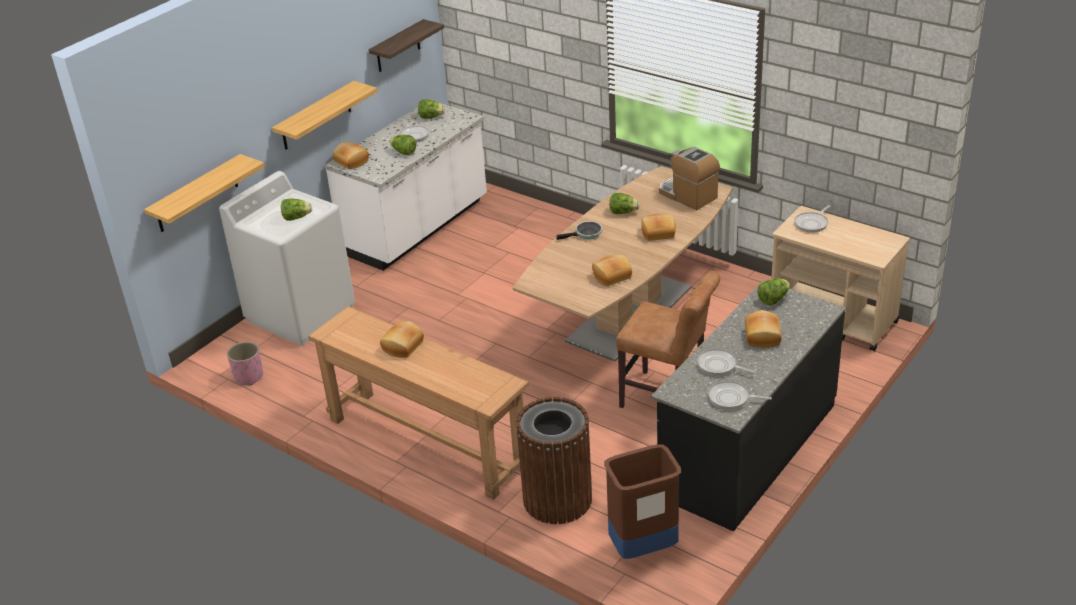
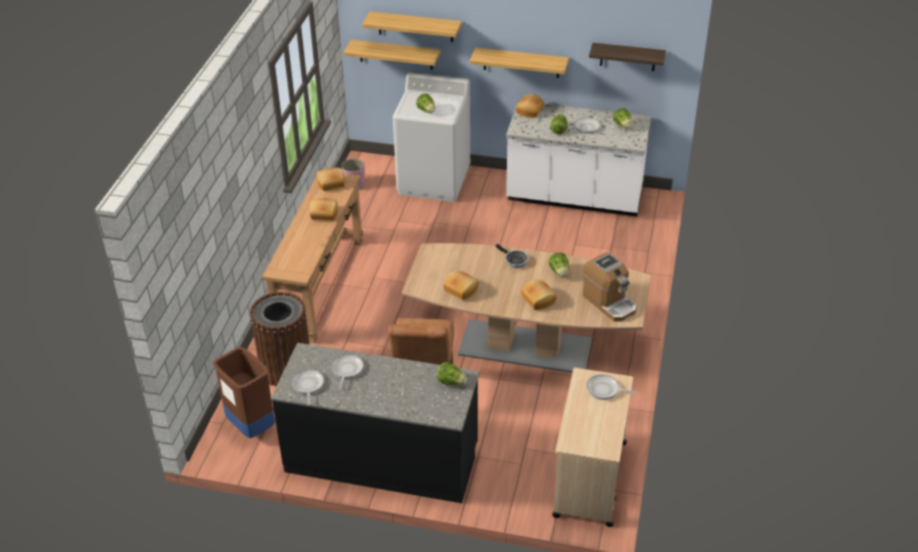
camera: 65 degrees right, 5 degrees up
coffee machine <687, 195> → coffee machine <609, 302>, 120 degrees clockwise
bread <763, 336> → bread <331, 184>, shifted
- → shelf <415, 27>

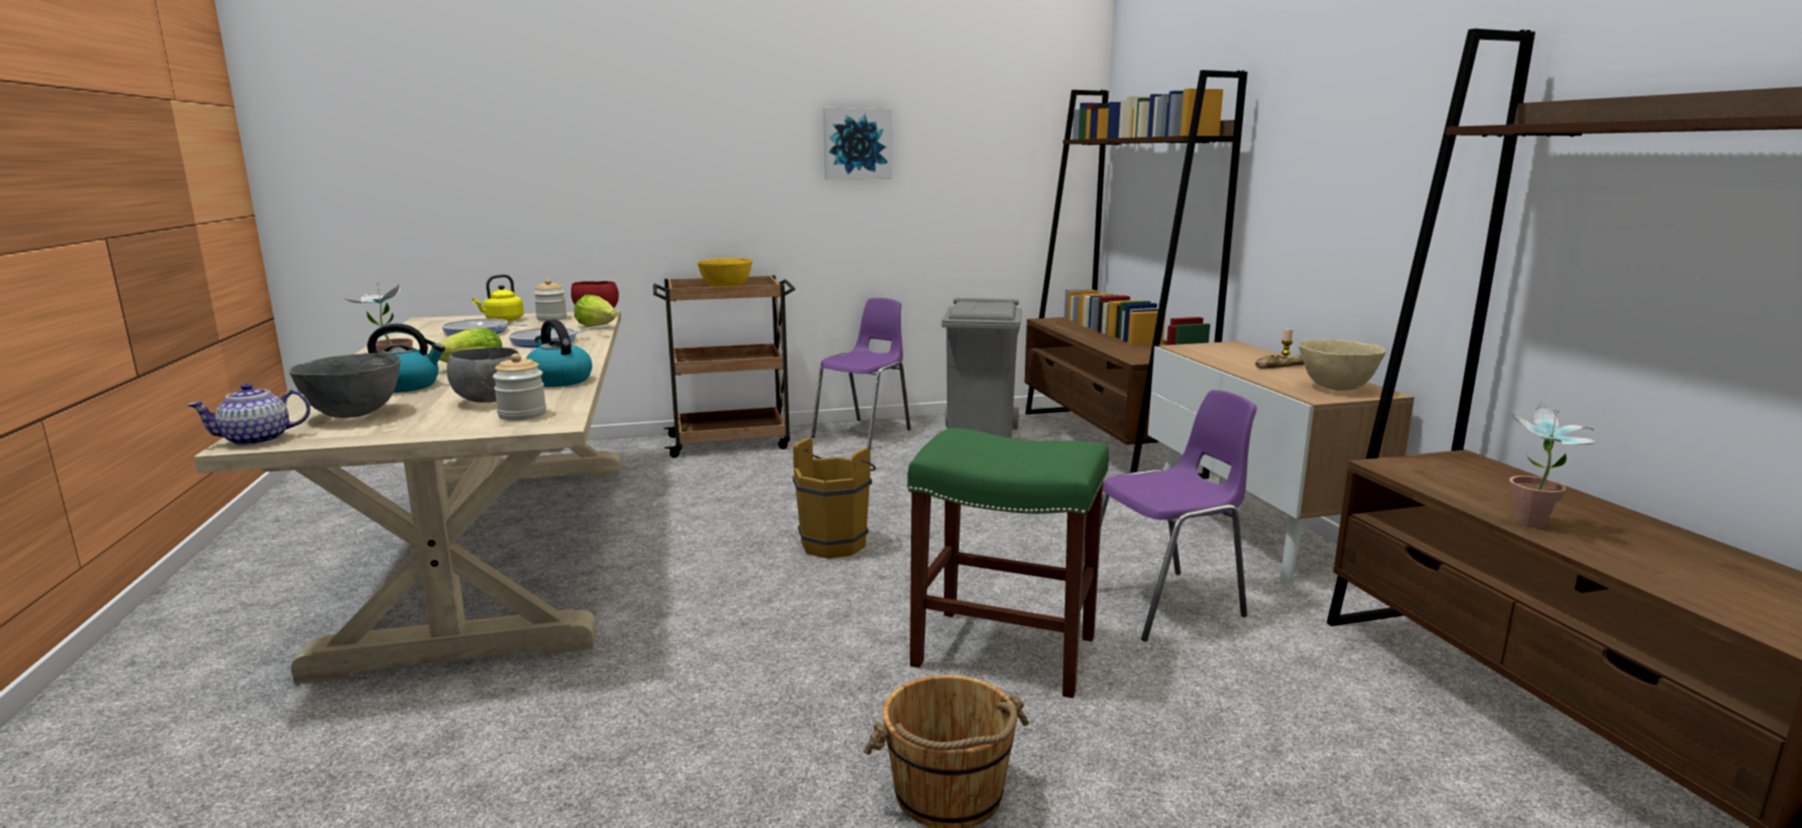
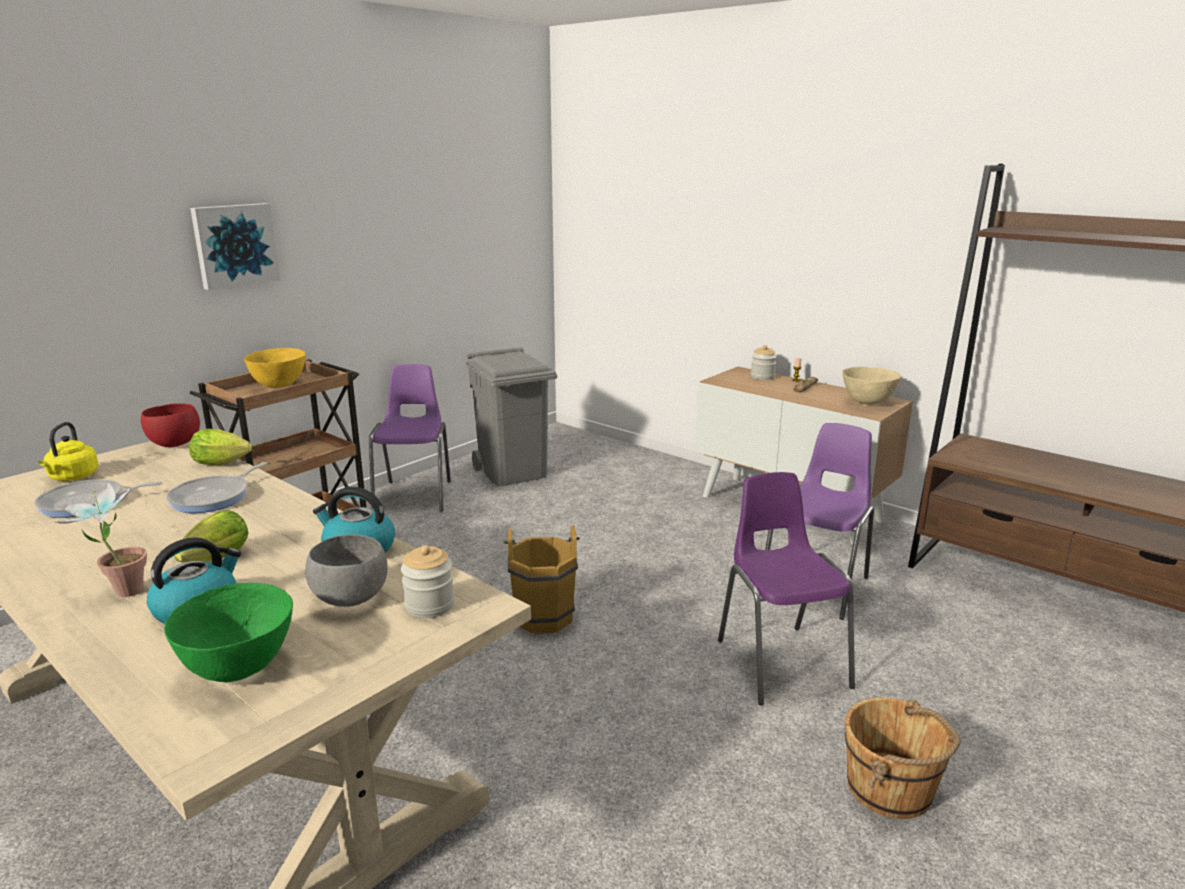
camera: 35 degrees left, 5 degrees up
teapot <257, 440> → -
bowl in grey <353, 414> → bowl in green <238, 669>
jar <551, 318> → jar <762, 377>, shifted
picture <857, 144> → picture <235, 245>, shifted
stool in green <1007, 650> → chair in purple <780, 661>
bookcase in brown <1106, 442> → -
potted plant <1533, 526> → -

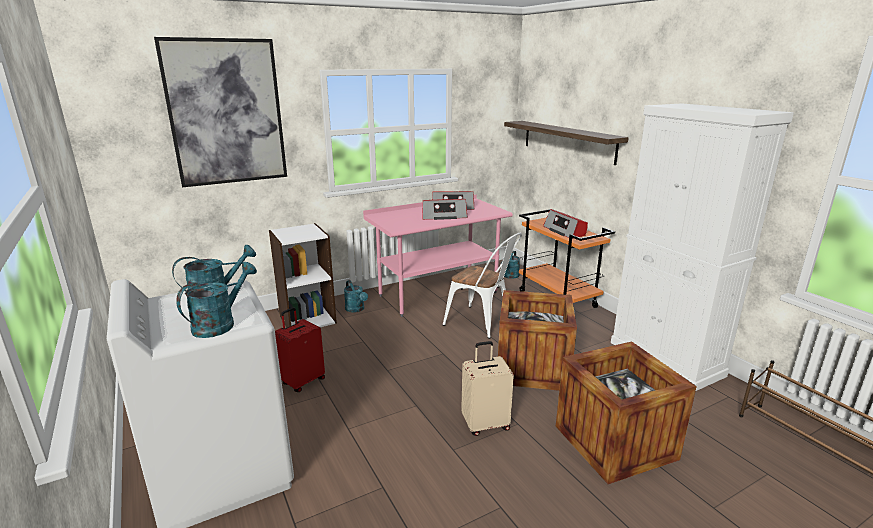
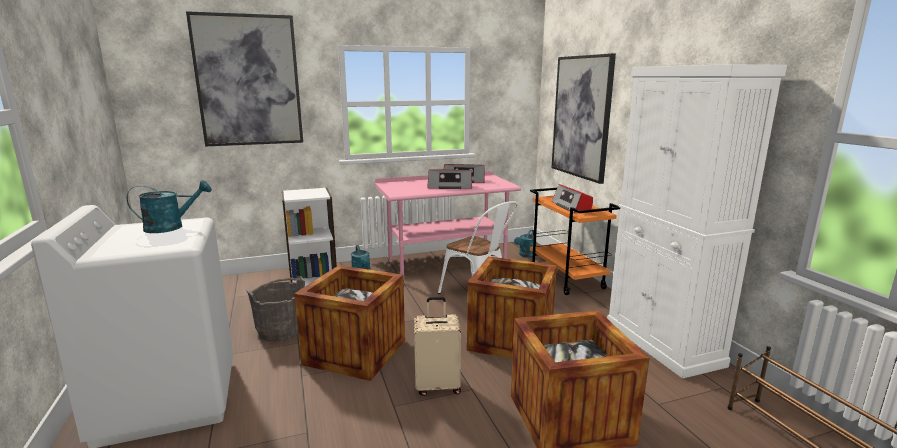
camera: 10 degrees right, 5 degrees down
watering can in turquoise <220, 324> → -
suitcase in red <302, 381> → bucket in grey <281, 330>
shelf <568, 141> → picture <581, 117>
- → crate <355, 352>

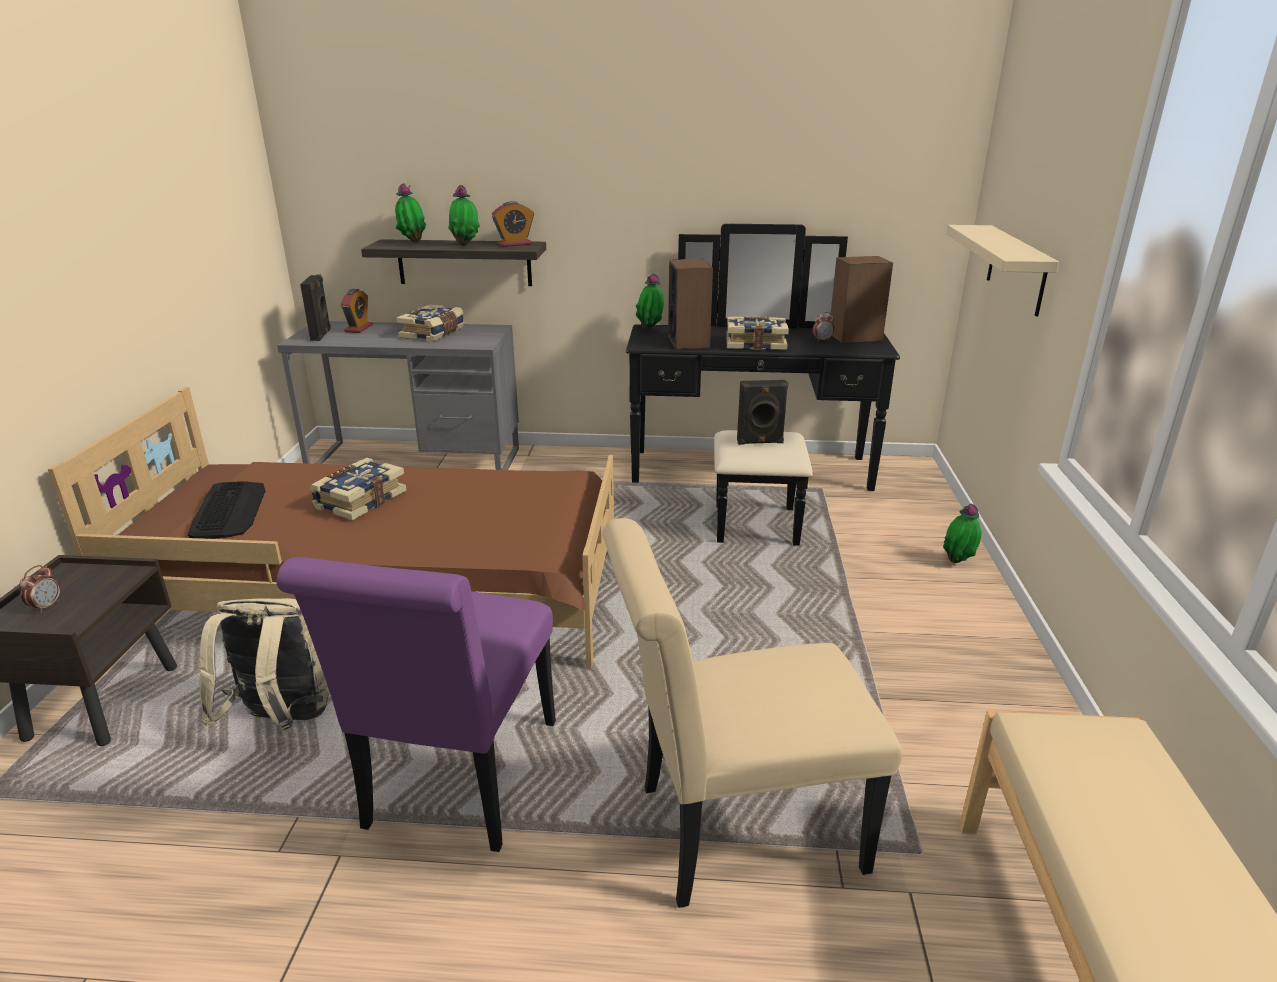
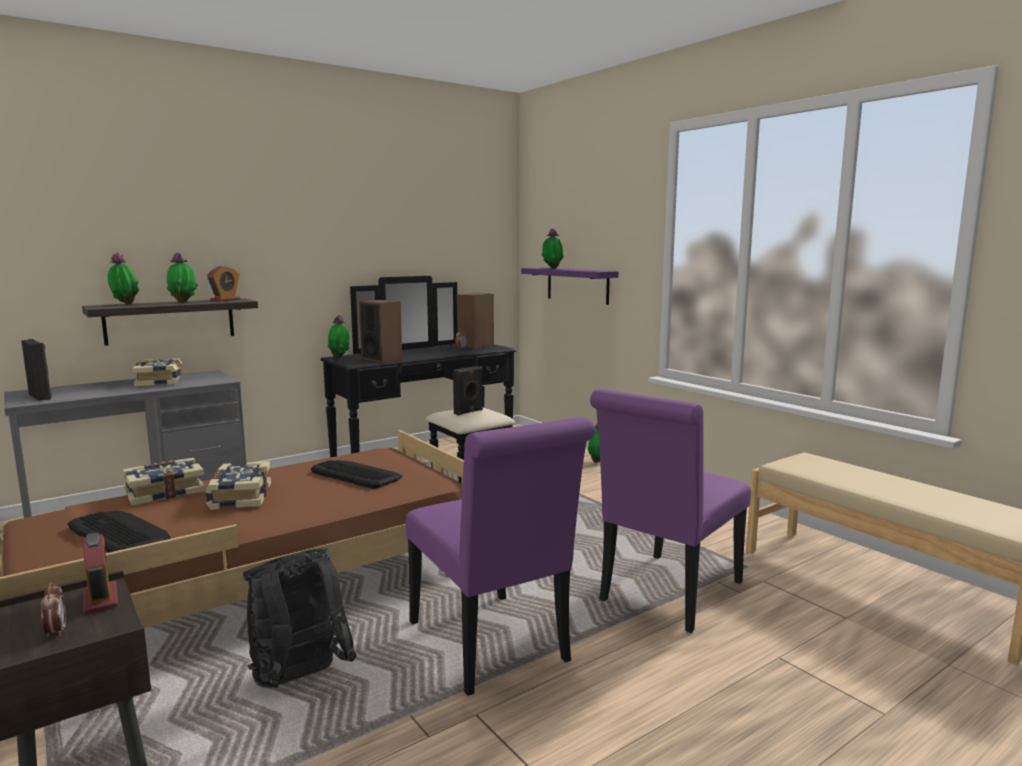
camera: 40 degrees left, 15 degrees down
backpack in beige <280, 721> → backpack in black <299, 681>
alarm clock <358, 328> → alarm clock <100, 599>, shifted
chair in beige <734, 830> → chair in purple <666, 595>
book <755, 344> → book <165, 492>, shifted
shelf in beige <1016, 269> → shelf in purple <577, 285>
- → keyboard <356, 474>
- → potted plant <552, 268>

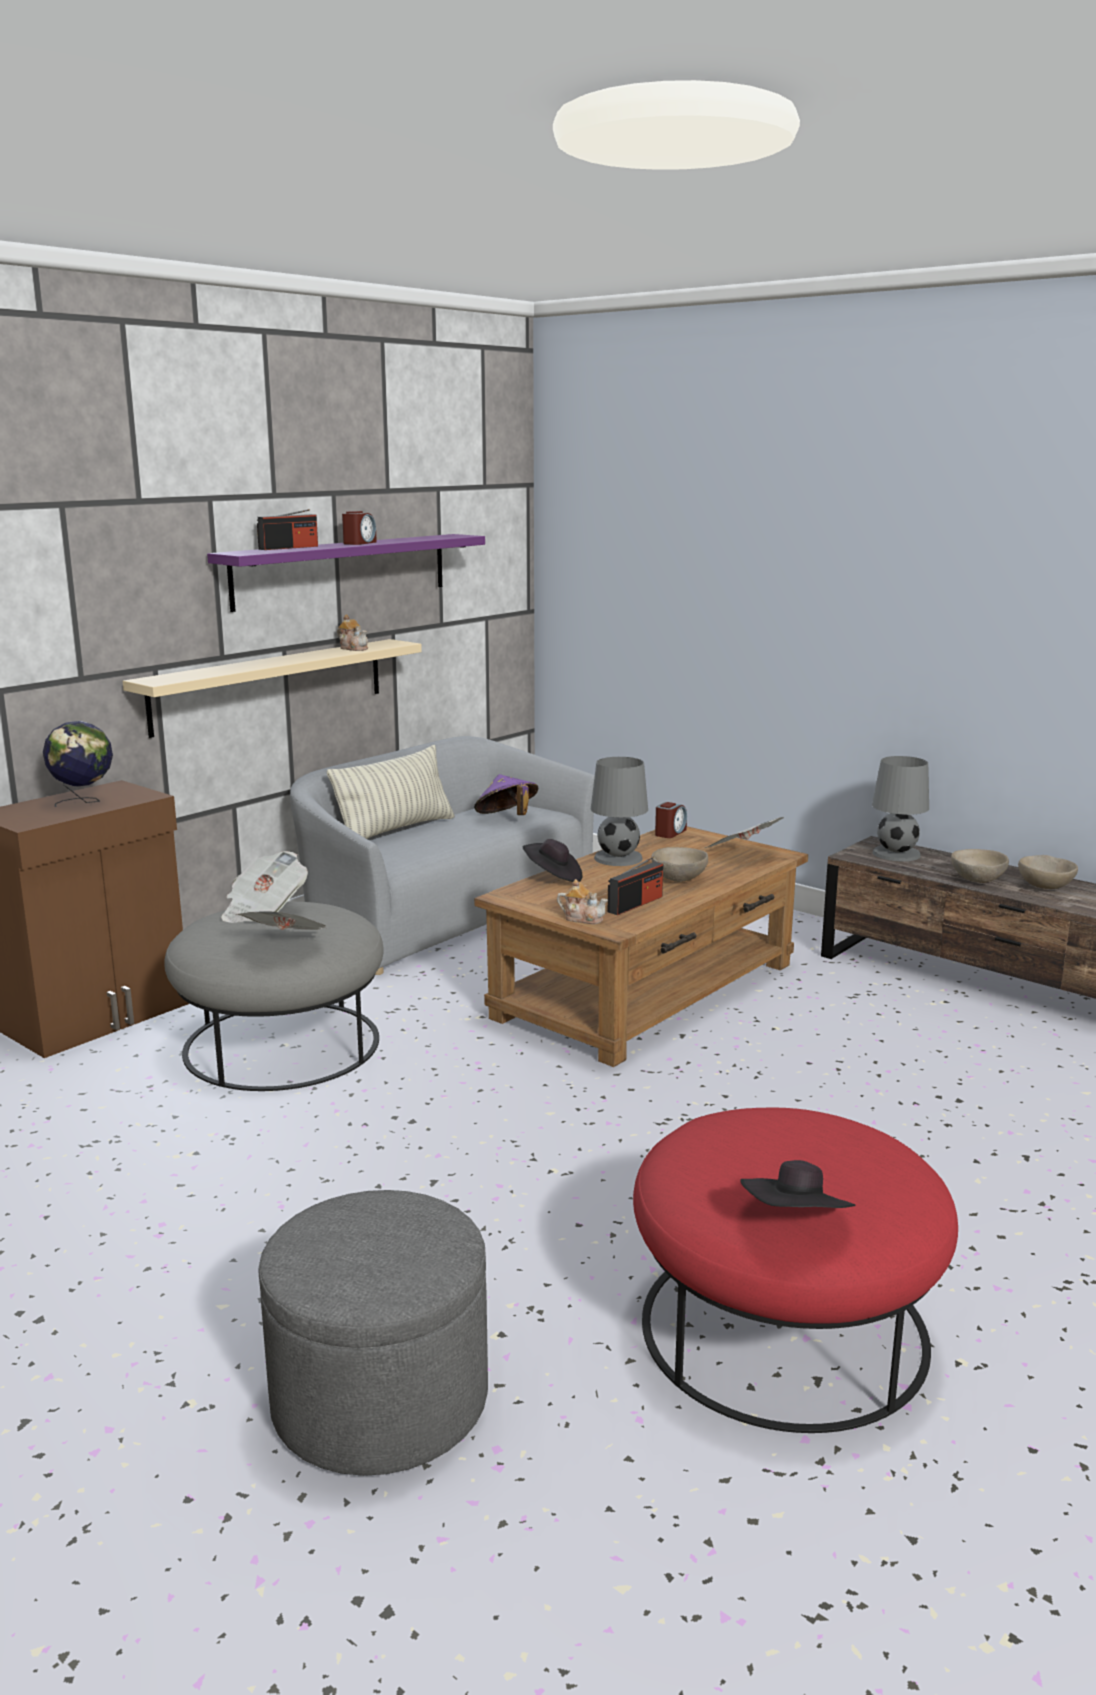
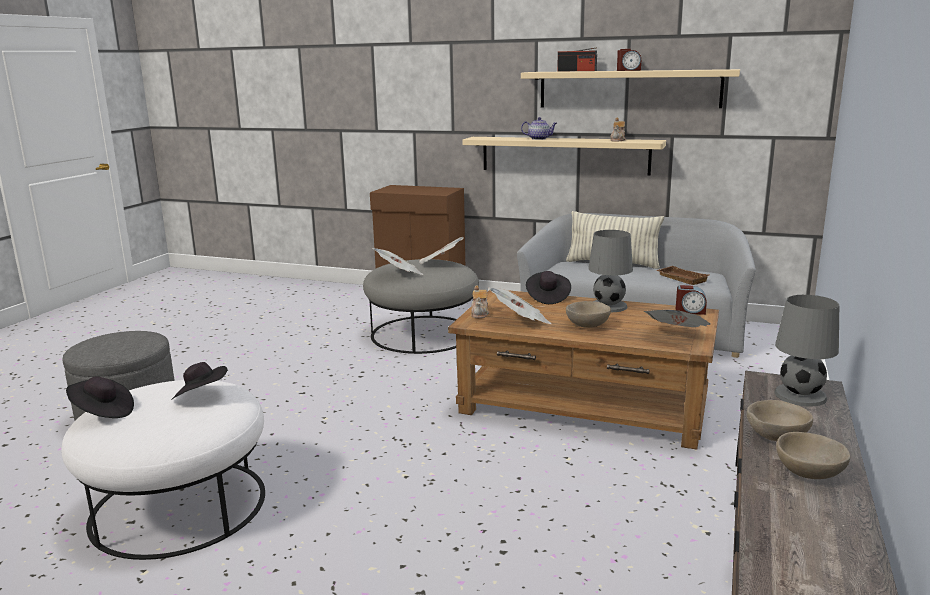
camera: 70 degrees right, 0 degrees up
globe <83, 802> → -
shelf in purple <342, 570> → shelf in beige <628, 89>
hat in purple <506, 818> → tray in brown <680, 279>
radio <635, 904> → newspaper <520, 321>
ottoman in red <783, 1327> → ottoman in white <179, 505>
- → hat in black <201, 396>
- → teapot <539, 139>

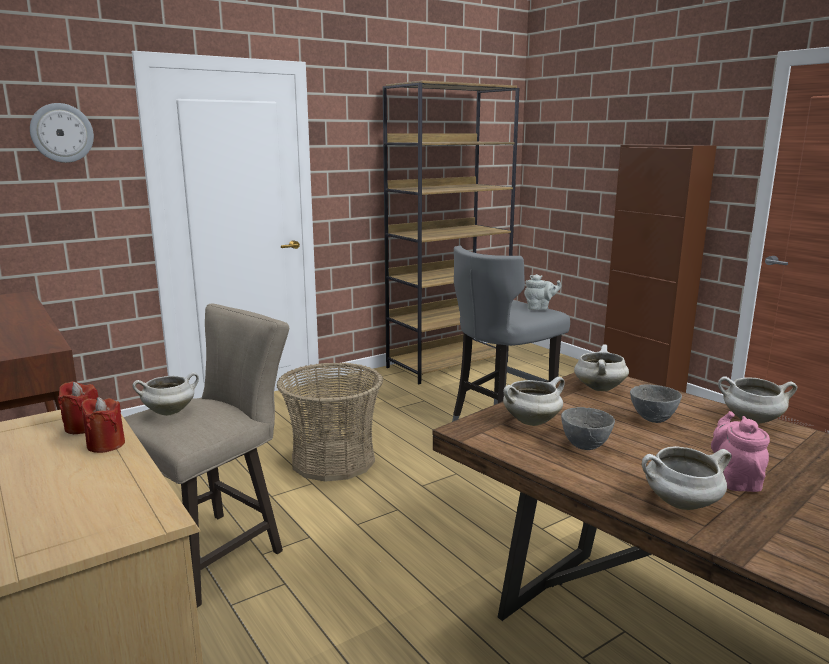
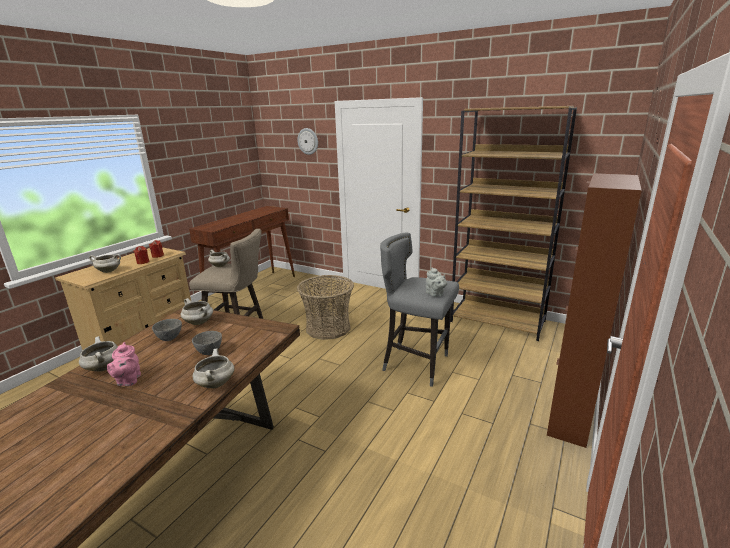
camera: 65 degrees right, 5 degrees up
cooking pot in white <599, 388> → cooking pot in white <109, 271>, shifted
teapot in pink <735, 480> → teapot in pink <128, 381>, 105 degrees clockwise

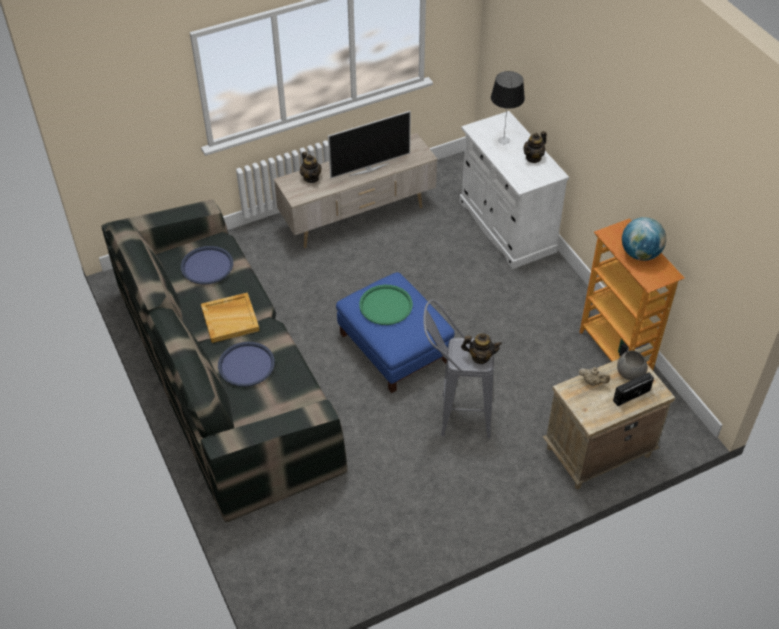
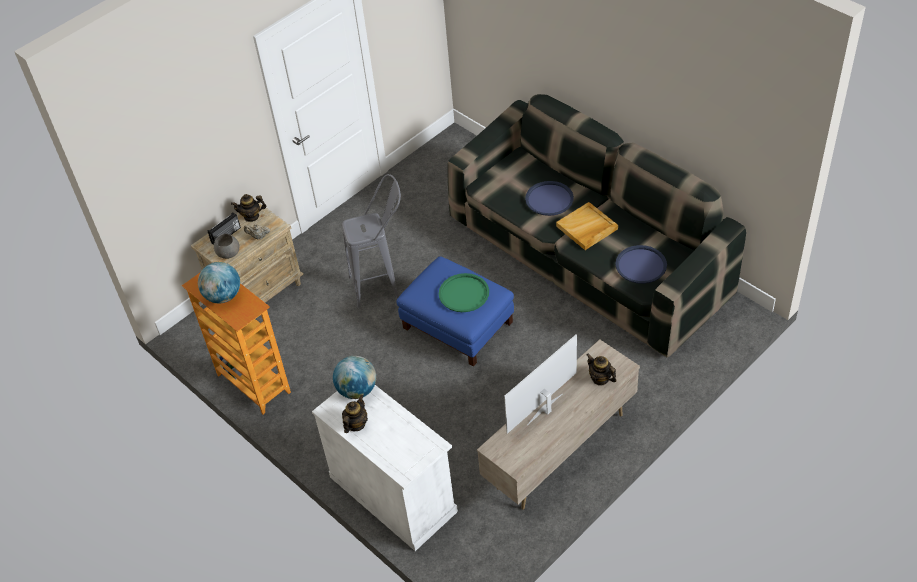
camera: 165 degrees right, 0 degrees up
teapot <480, 357> → teapot <251, 216>, shifted
table lamp <503, 140> → -
- → globe <357, 390>

